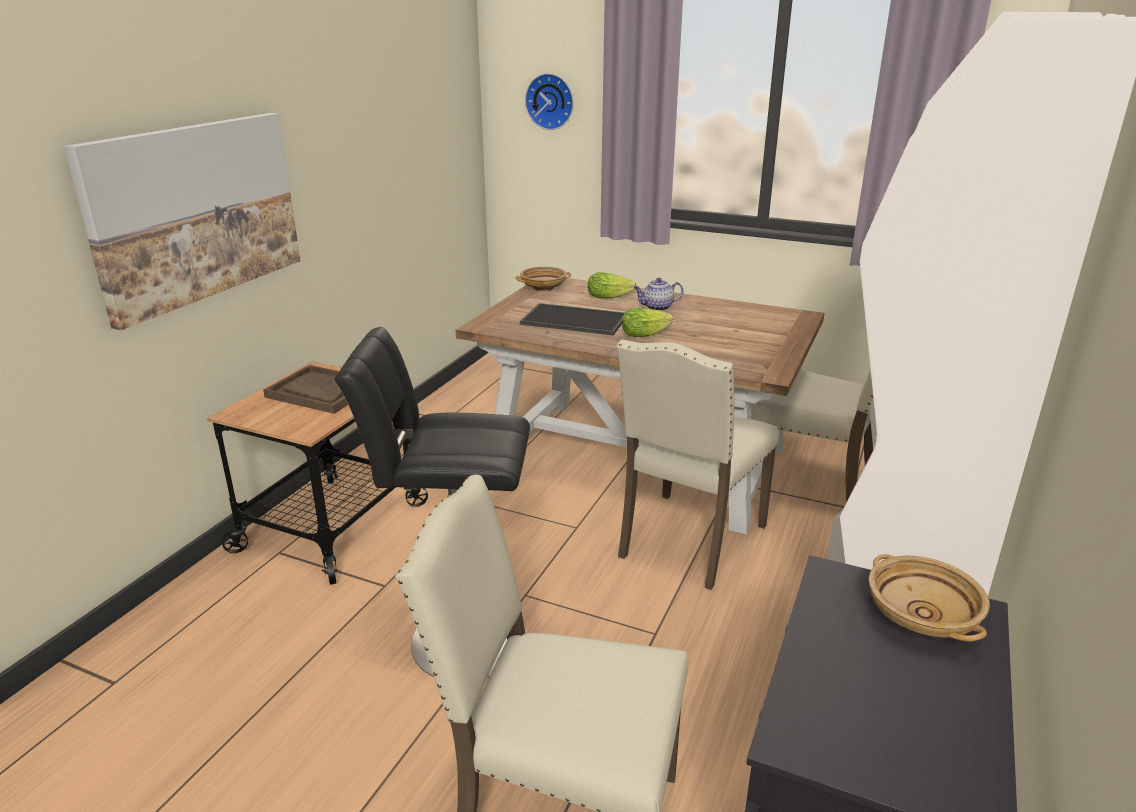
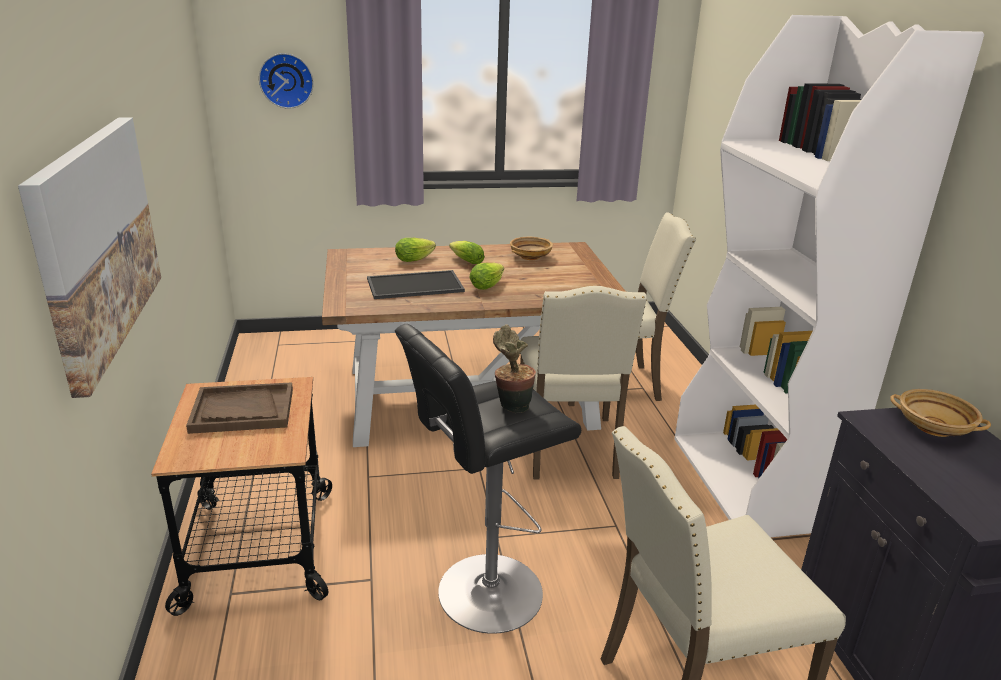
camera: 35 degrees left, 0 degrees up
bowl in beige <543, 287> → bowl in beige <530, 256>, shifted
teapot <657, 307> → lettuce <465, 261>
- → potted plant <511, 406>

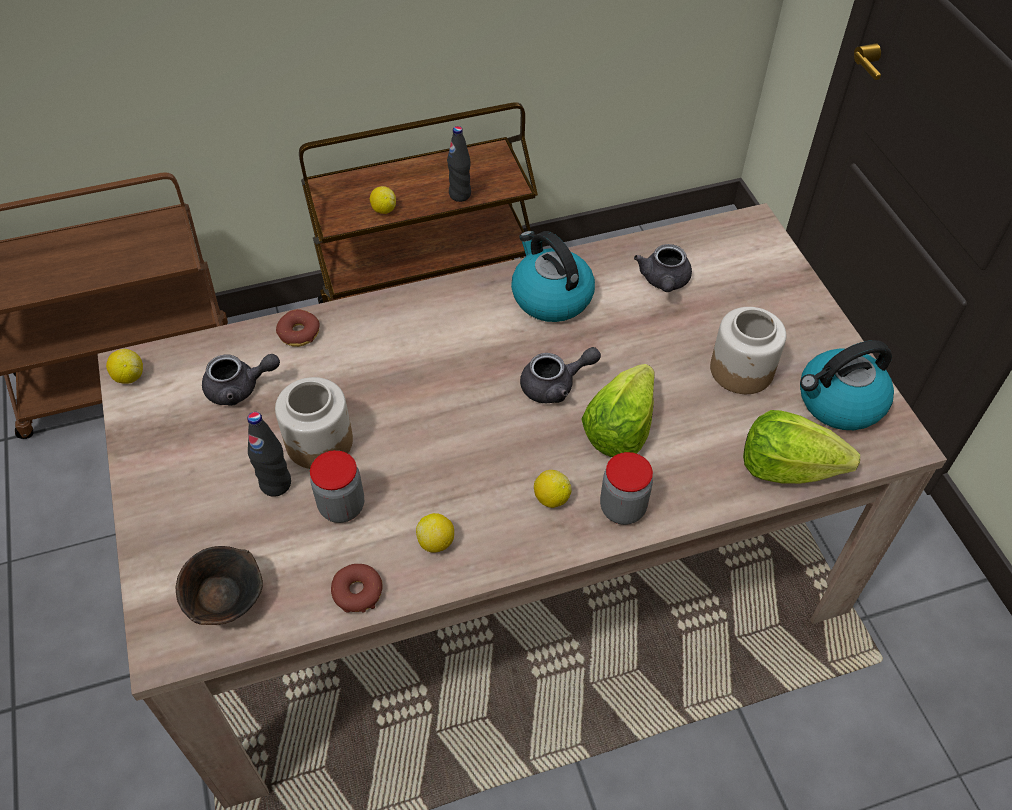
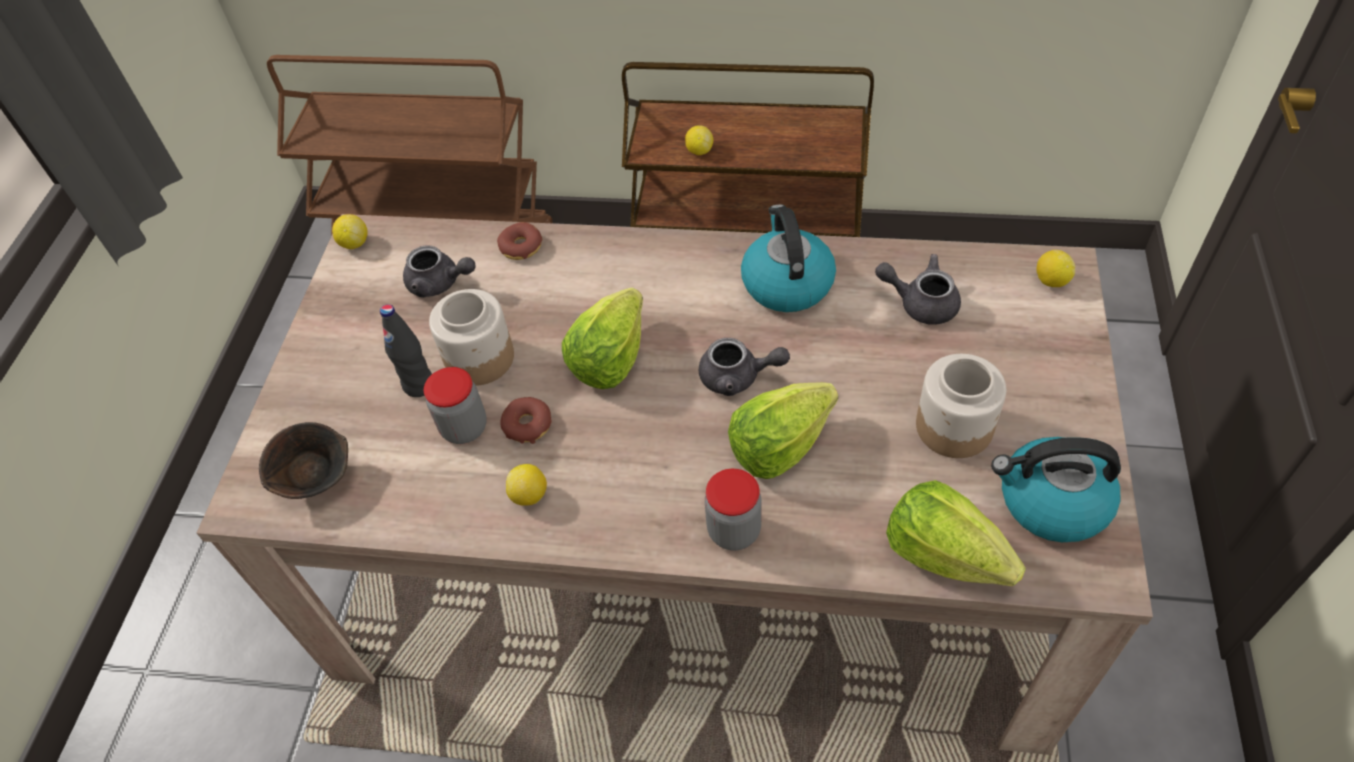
camera: 30 degrees right, 0 degrees up
donut <357, 592> → donut <527, 425>, shifted
bottle in black <460, 194> → -
lemon <551, 498> → lemon <1051, 281>, shifted
teapot in grey <664, 282> → teapot in grey <920, 303>, 75 degrees clockwise
- → lettuce <610, 359>

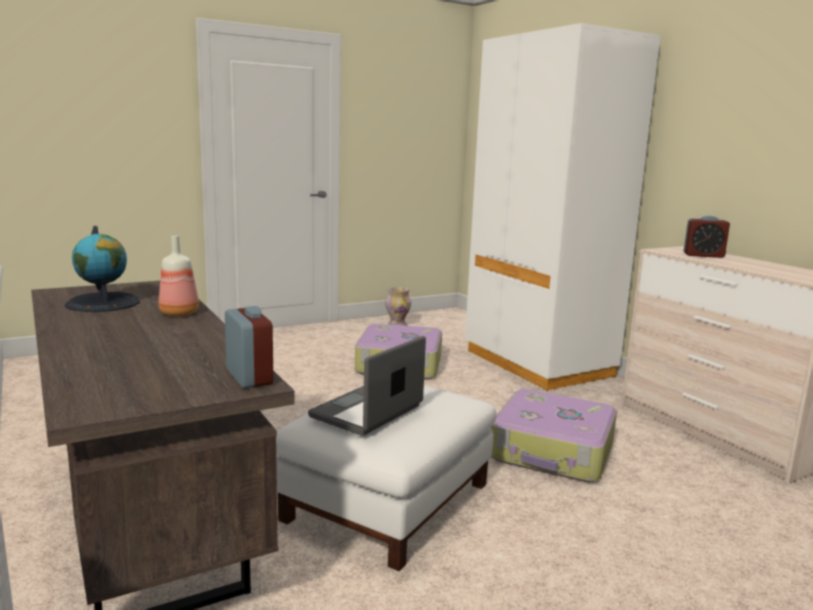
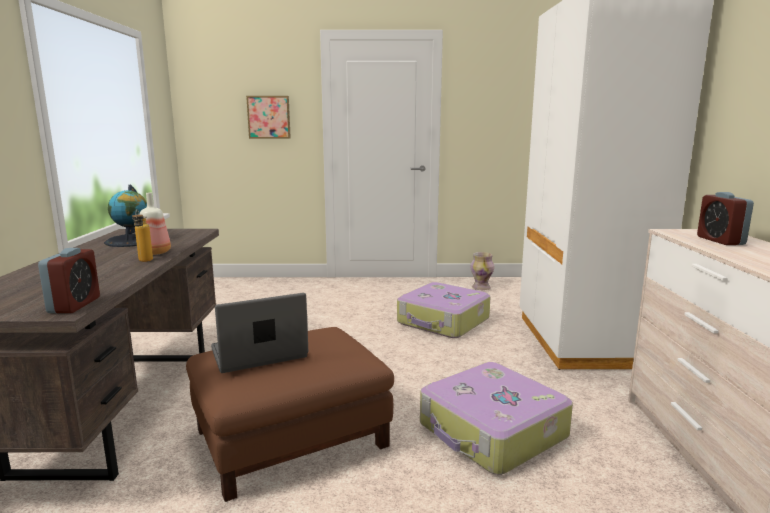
camera: 30 degrees right, 0 degrees up
ottoman in white <389, 502> → ottoman in brown <290, 439>
alarm clock <703, 255> → alarm clock <720, 241>, 45 degrees clockwise
- → bottle <144, 261>
- → picture <269, 117>

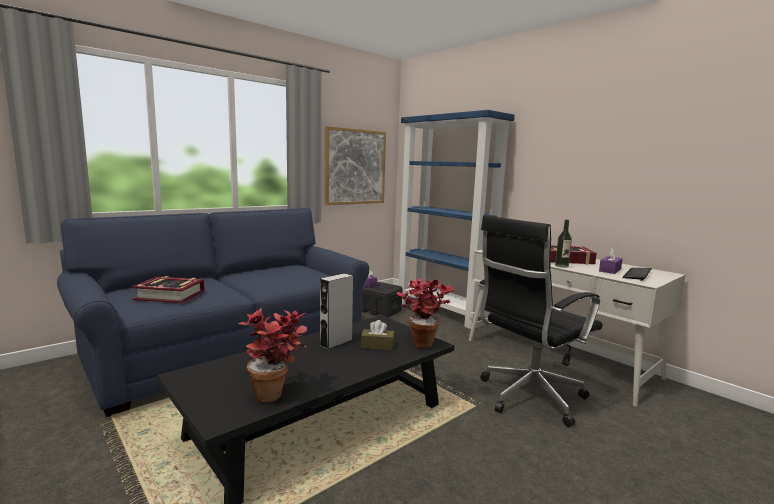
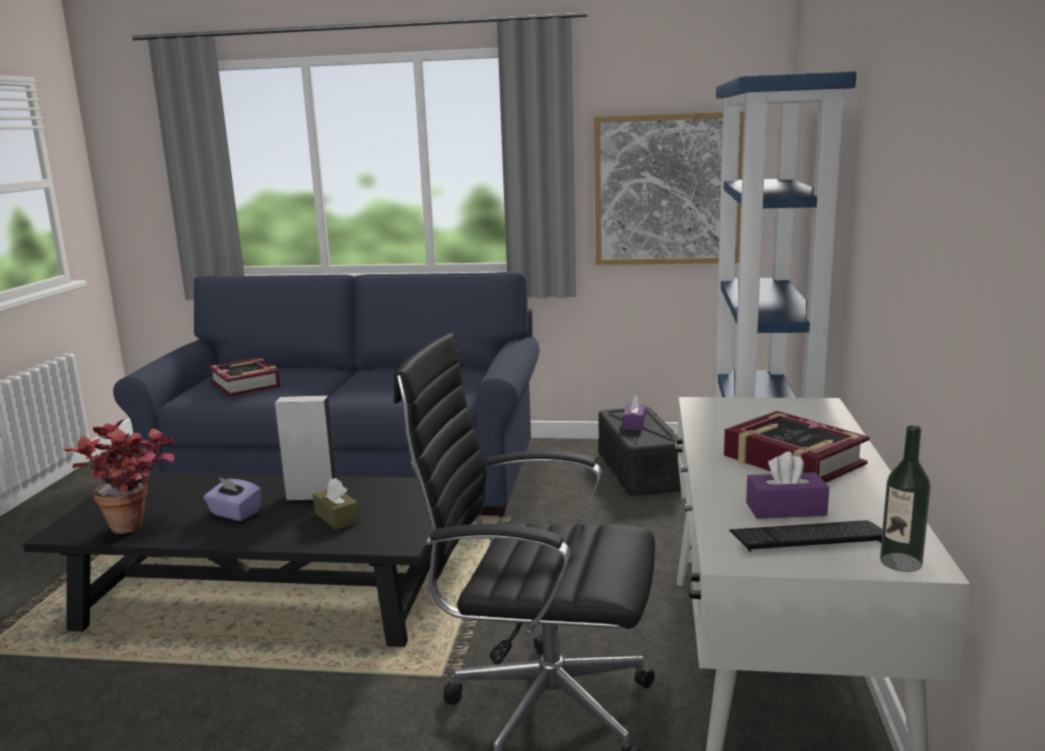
camera: 50 degrees right, 5 degrees up
potted plant <422, 342> → -
bottle <561, 266> → bottle <900, 562>, shifted
- → tissue box in purple <234, 513>

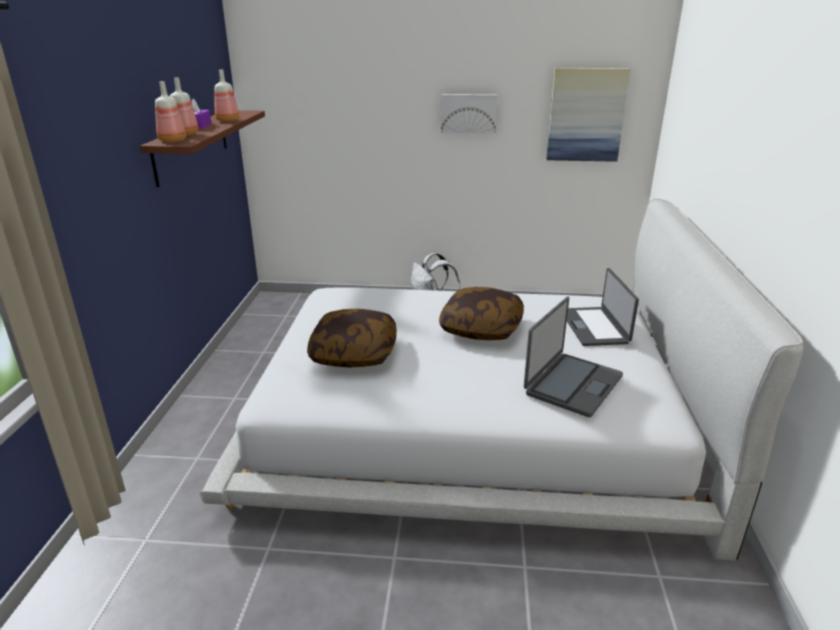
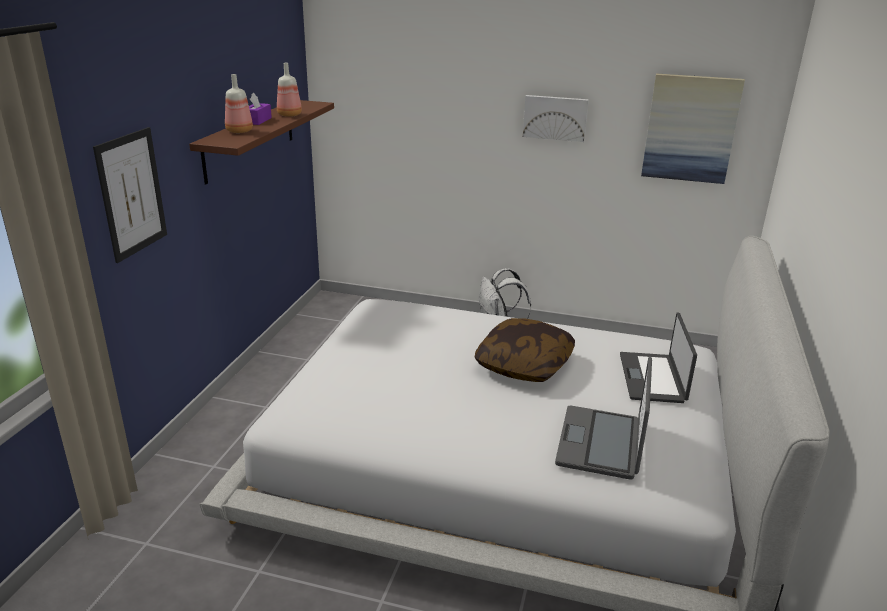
camera: 10 degrees right, 0 degrees up
bottle <173, 141> → -
pillow <354, 353> → -
laptop <572, 385> → laptop <601, 443>, 150 degrees clockwise
- → picture <132, 194>

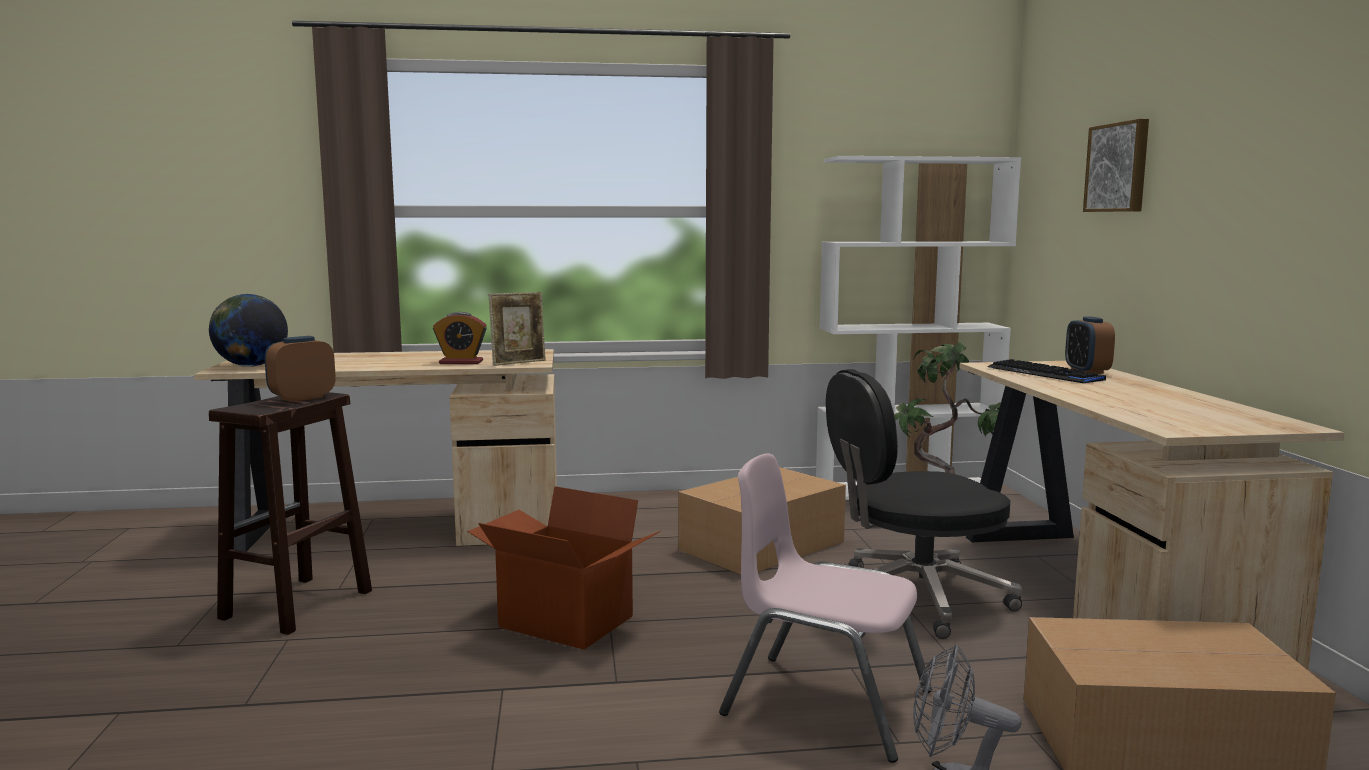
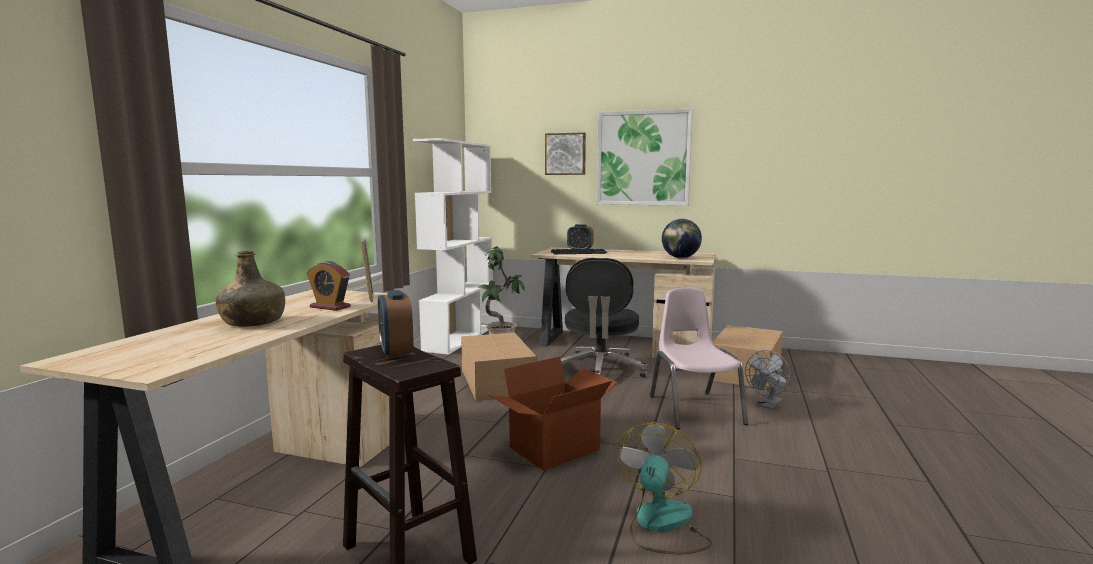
camera: 65 degrees left, 0 degrees up
globe <251, 366> → globe <680, 258>, shifted
alarm clock <461, 362> → alarm clock <330, 307>, 90 degrees clockwise
chair in pink <826, 703> → chair in pink <695, 410>, 120 degrees clockwise
- → bottle in green <253, 322>
- → picture <643, 158>
- → fan <661, 525>

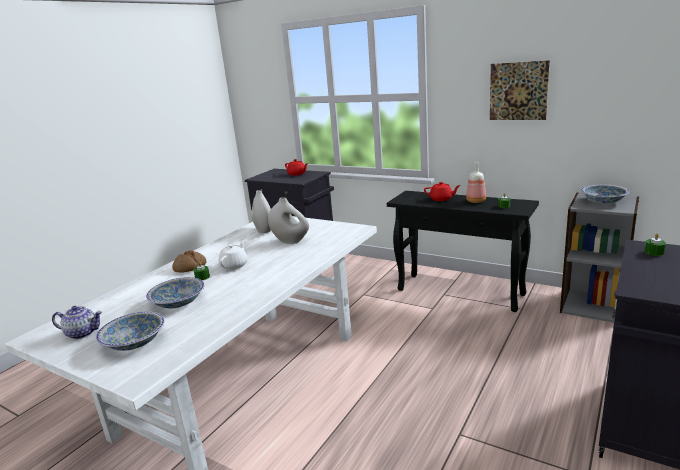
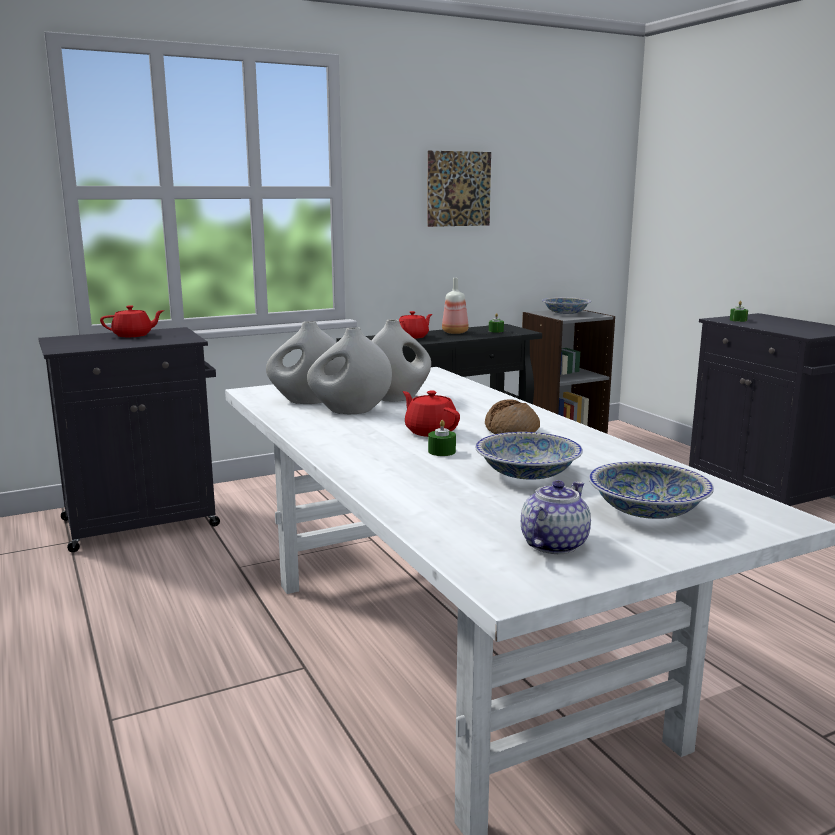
camera: 60 degrees left, 5 degrees down
bread <190, 267> → bread <512, 430>, shifted
teapot in white <234, 265> → teapot in red <430, 431>
- → vase in white <350, 411>

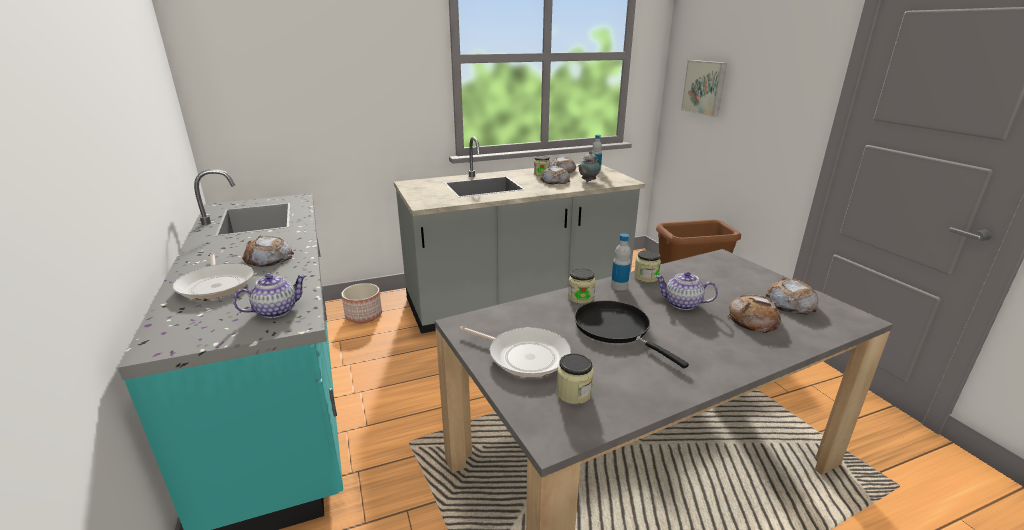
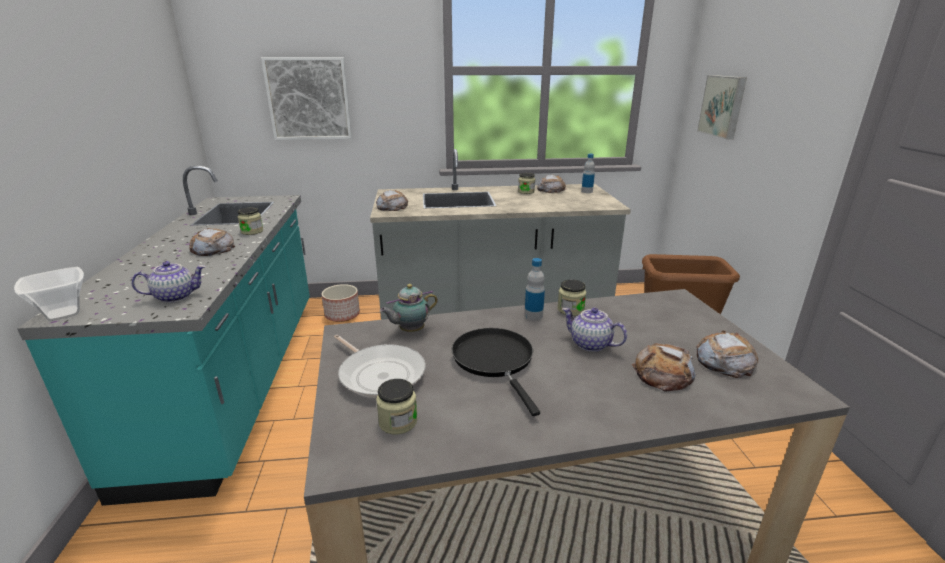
camera: 15 degrees right, 0 degrees up
frying pan <217, 284> → -
bread <554, 180> → bread <392, 206>, shifted
jar <580, 297> → jar <252, 231>, shifted
teapot <587, 181> → teapot <410, 331>, shifted
- → bowl <62, 313>
- → picture <309, 99>

